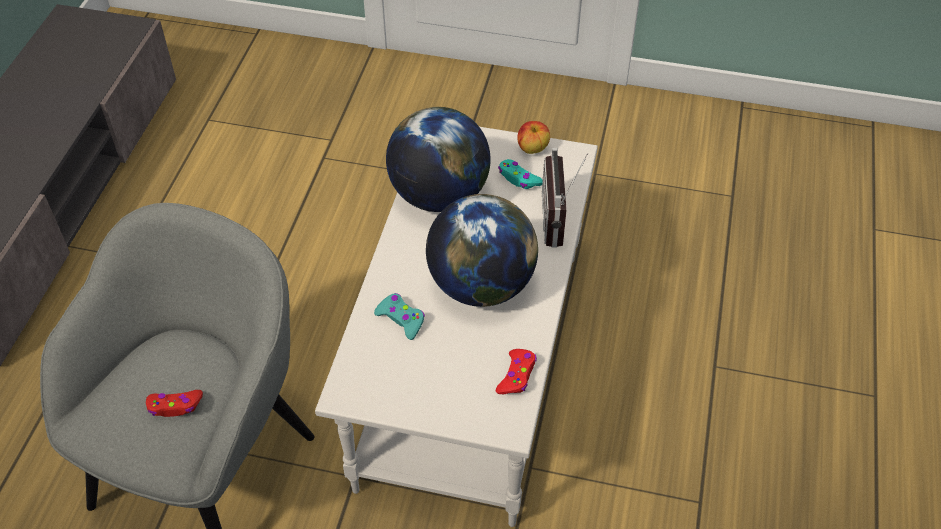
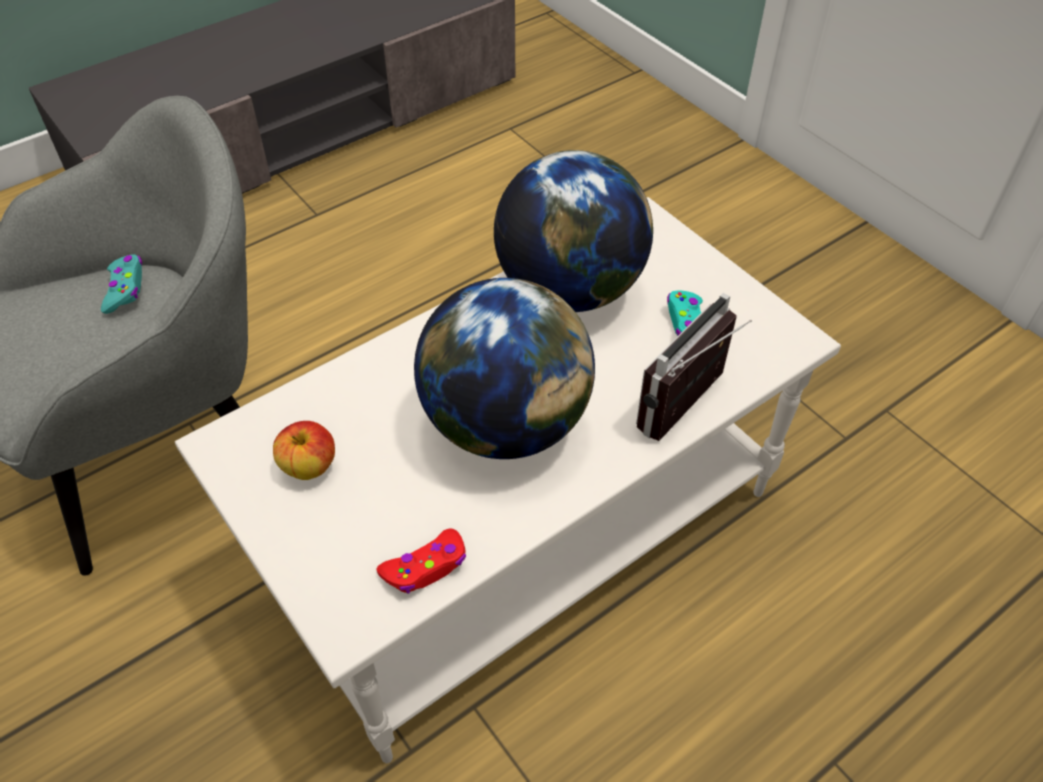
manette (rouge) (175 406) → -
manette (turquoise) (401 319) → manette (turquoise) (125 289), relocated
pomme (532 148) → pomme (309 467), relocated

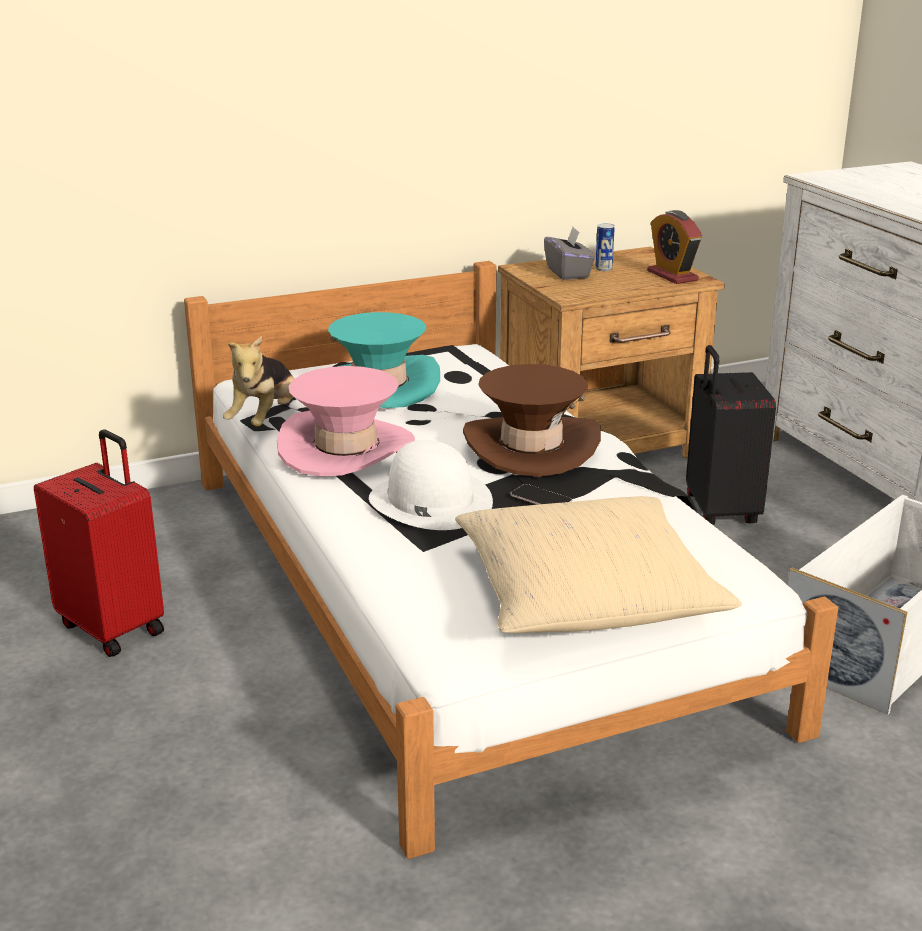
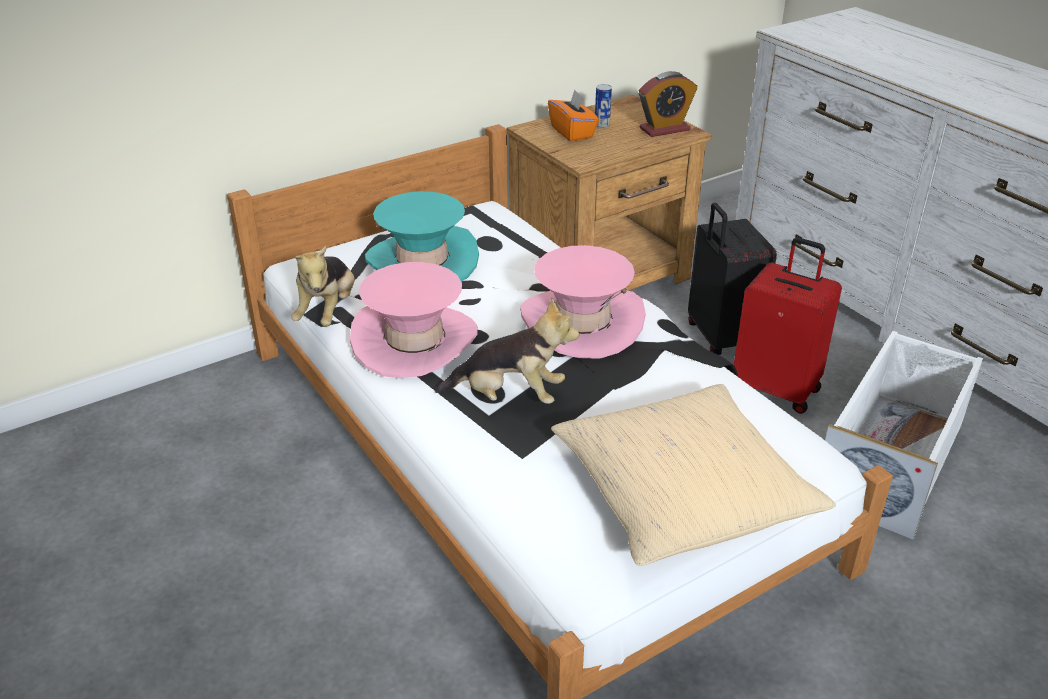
téléphone (541 498) → -
valise (rouge) (114 627) → valise (rouge) (777 388), relocated
chapeau (blanc) (430 501) → peluche (510 396)
chapeau (marron) (531 446) → chapeau (rose) (582 323)
boîte à mouchoirs (gris) (568 273) → boîte à mouchoirs (orange) (572 132)
réveil (672 275) → réveil (664 129), 75 degrees counterclockwise

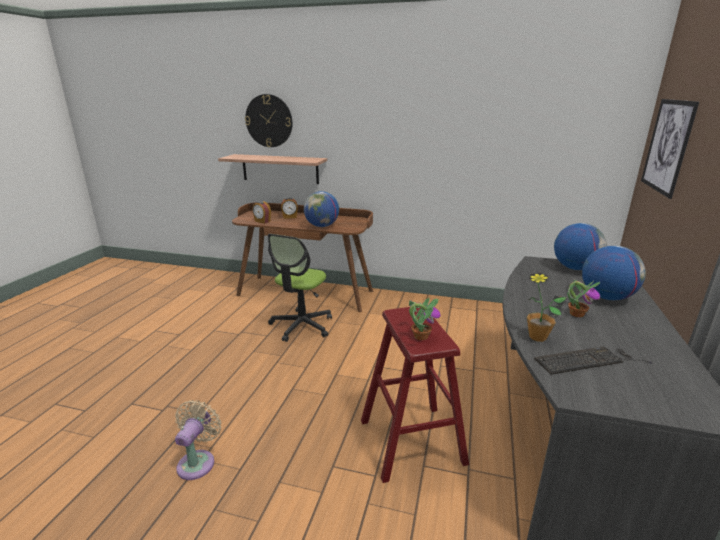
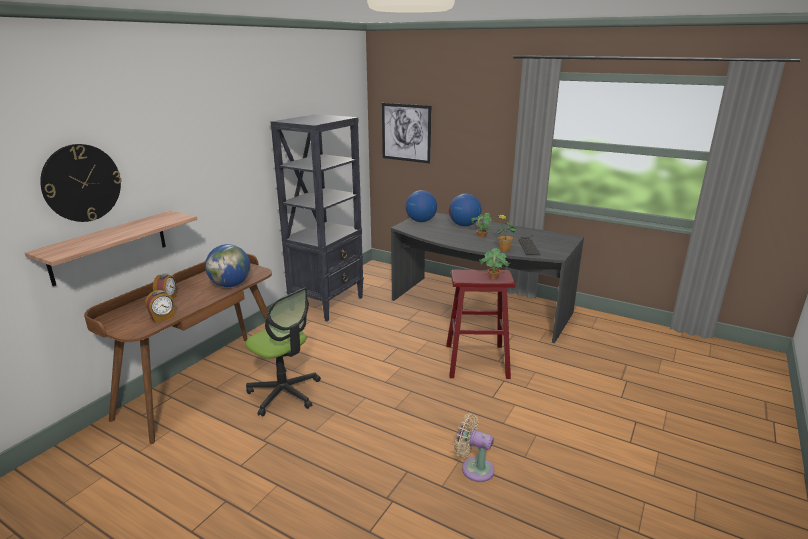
- → bibliothèque (noir) (327 303)

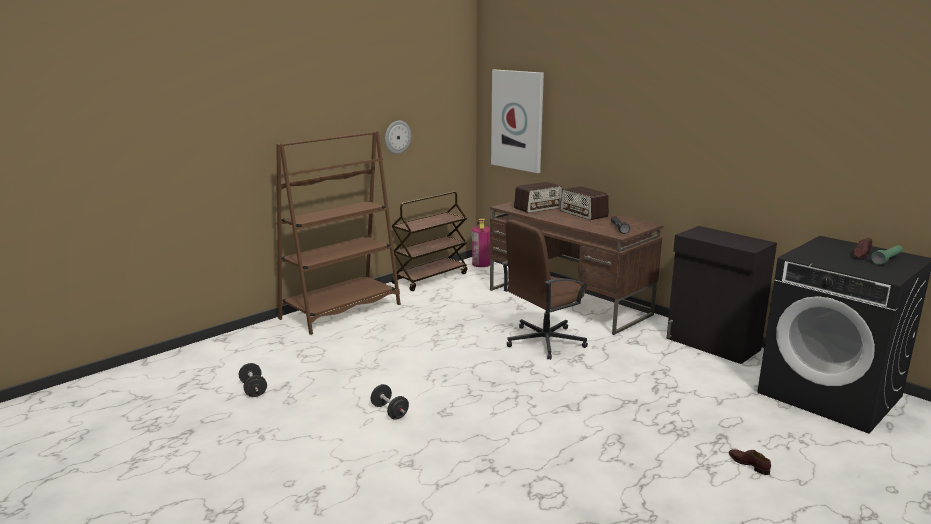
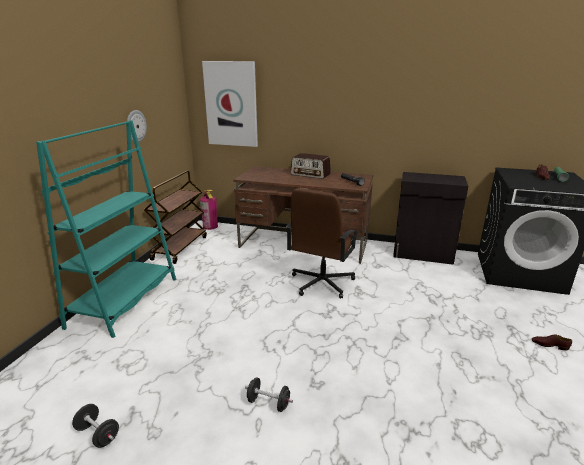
radio (538 208) → -
bibliothèque (marron) (341 312) → bibliothèque (turquoise) (125 302)

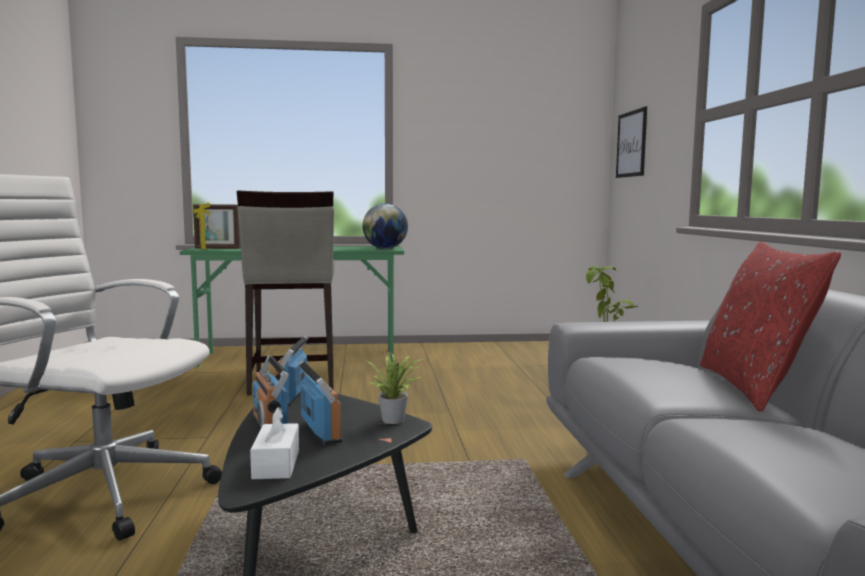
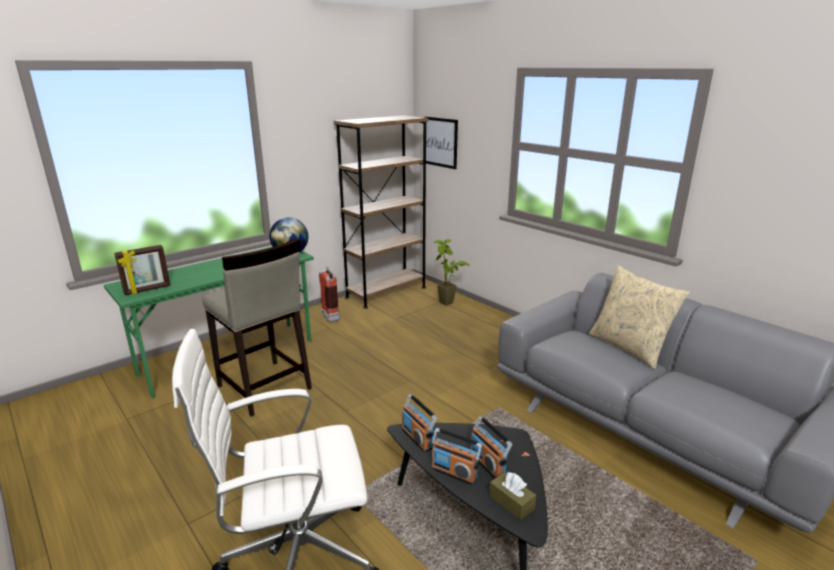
plante en pot (395 419) → -
- → extincteur (329 316)
- → bibliothèque (marron) (386 292)
boîte à mouchoirs (blanc) (276 464) → boîte à mouchoirs (marron) (511 502)
coussin (rouge) (754 388) → coussin (beige) (629 347)
radio (321 432) → radio (488 464), 150 degrees counterclockwise

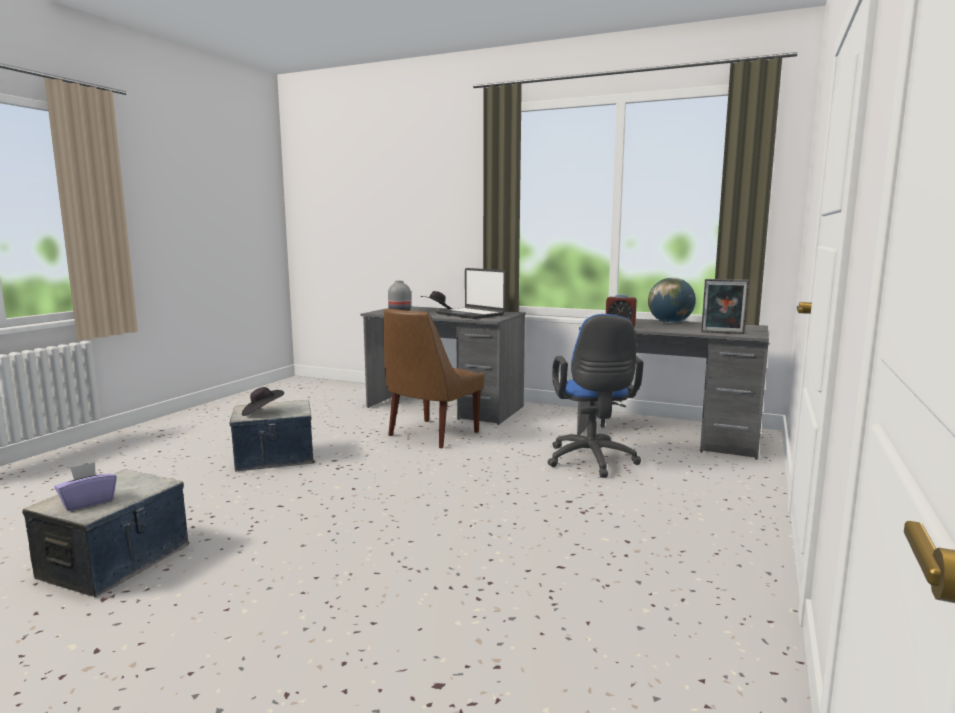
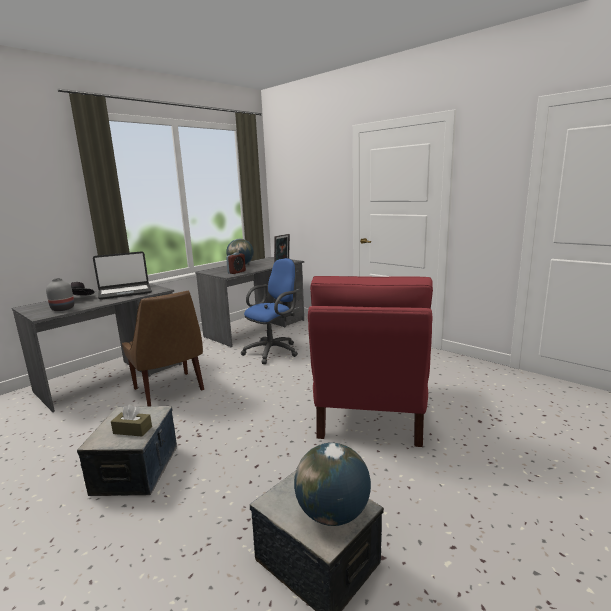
- → fauteuil (rouge) (370 412)
boîte à mouchoirs (violet) (88 502) → globe (333 513)
chapeau (noir) (262 412) → boîte à mouchoirs (marron) (132 430)
chaise de bureau (bleu) (592 462) → chaise de bureau (bleu) (274 351), 60 degrees counterclockwise

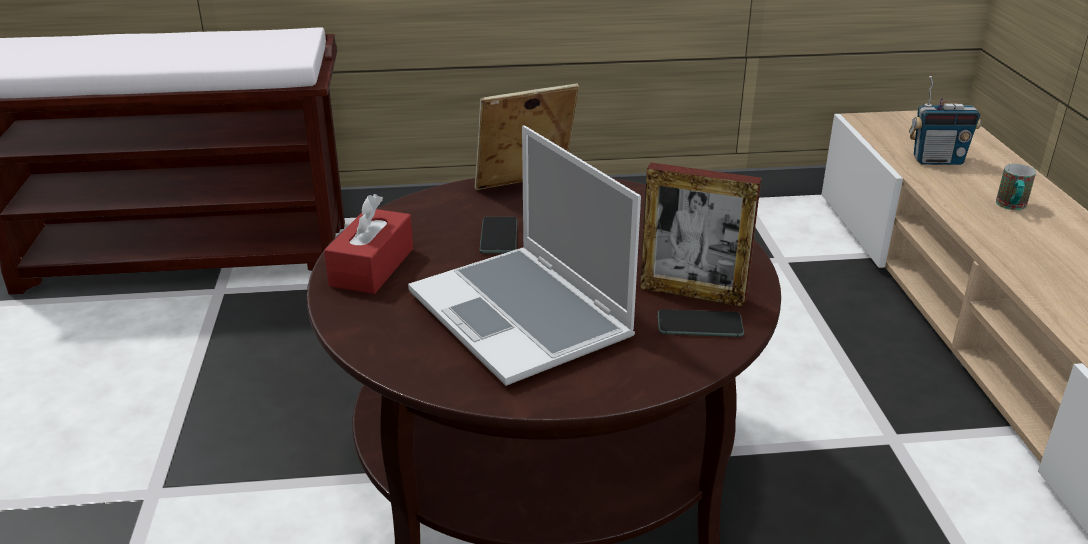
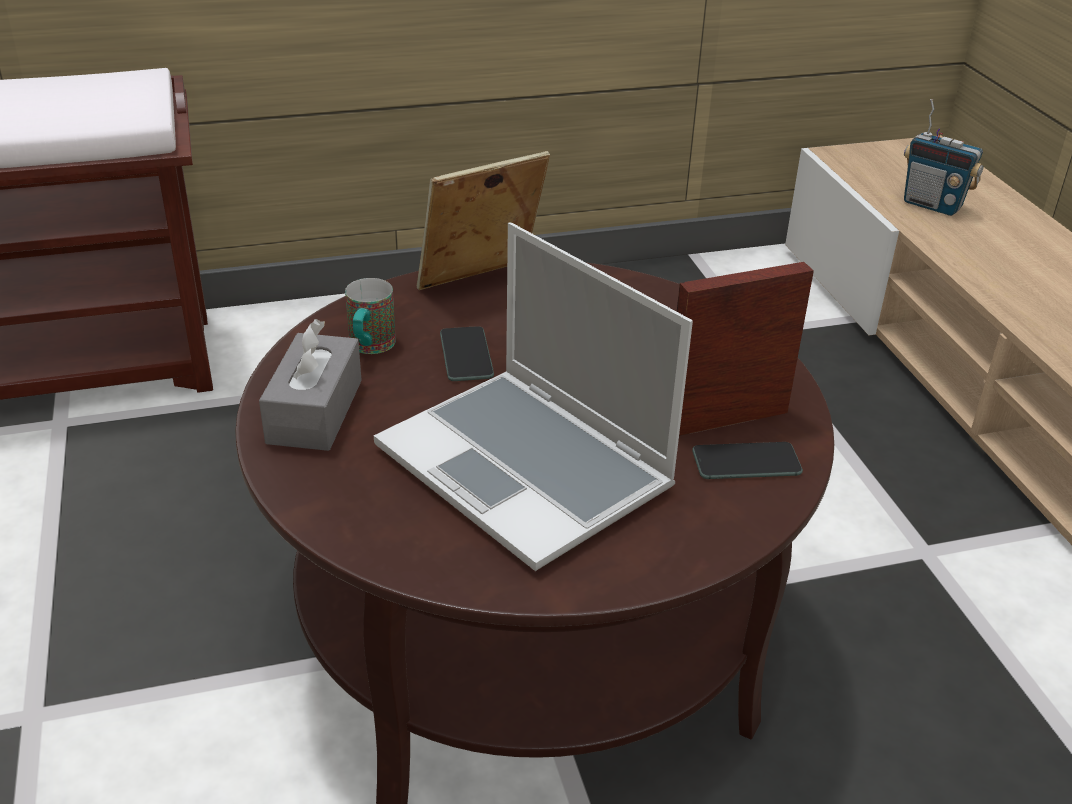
mug (1011 207) → mug (369 348), relocated
boîte à mouchoirs (rouge) (372 267) → boîte à mouchoirs (gris) (315 411)
cadre photo (692 294) → cadre photo (726 420), 150 degrees clockwise
radio (937 160) → radio (932 205), 45 degrees clockwise

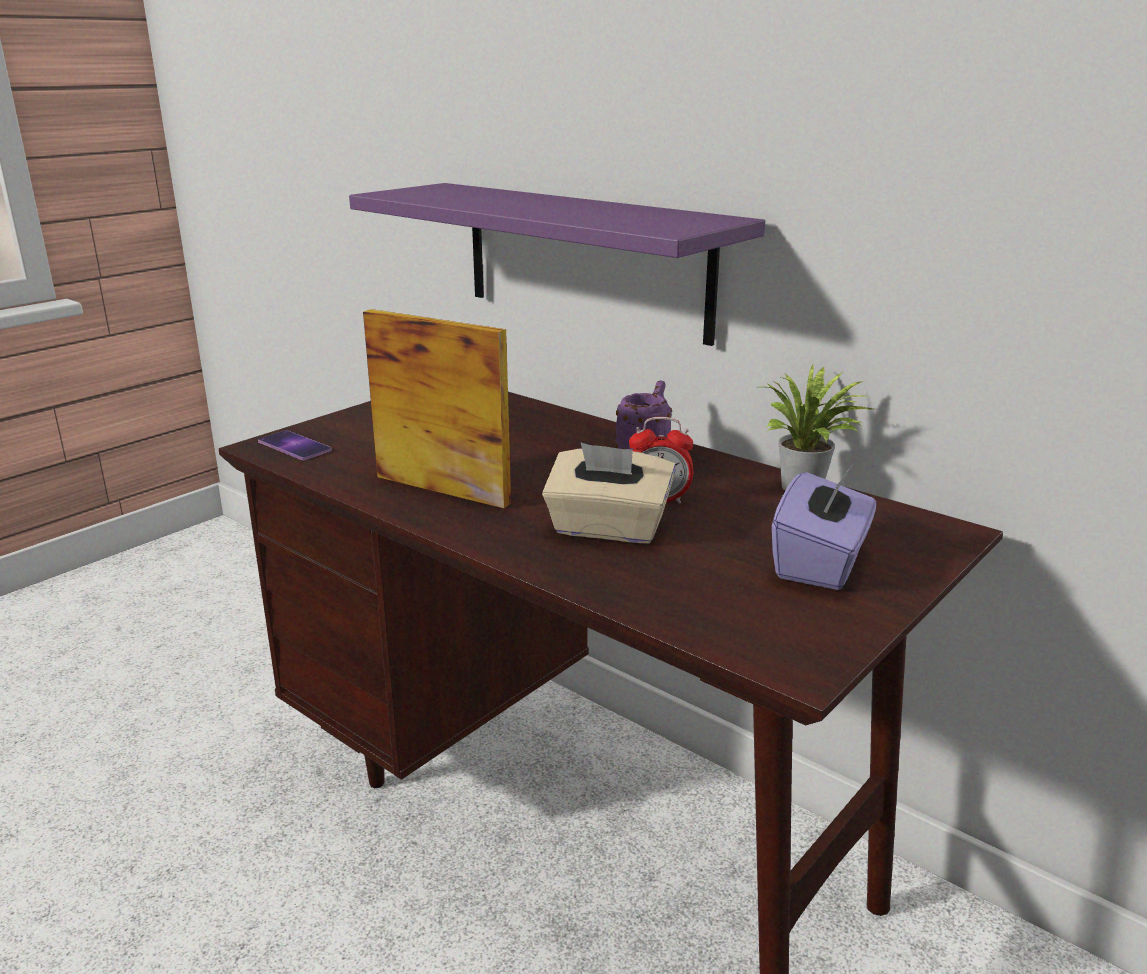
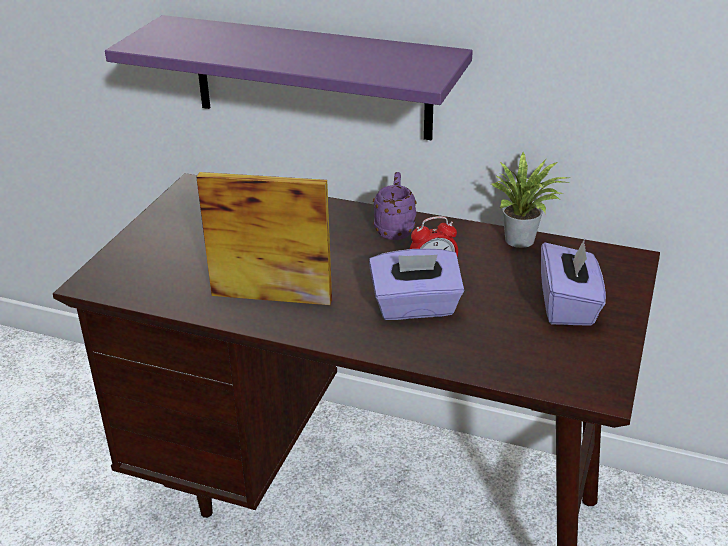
téléphone (294 446) → -
boîte à mouchoirs (beige) (608 528) → boîte à mouchoirs (violet) (415 307)

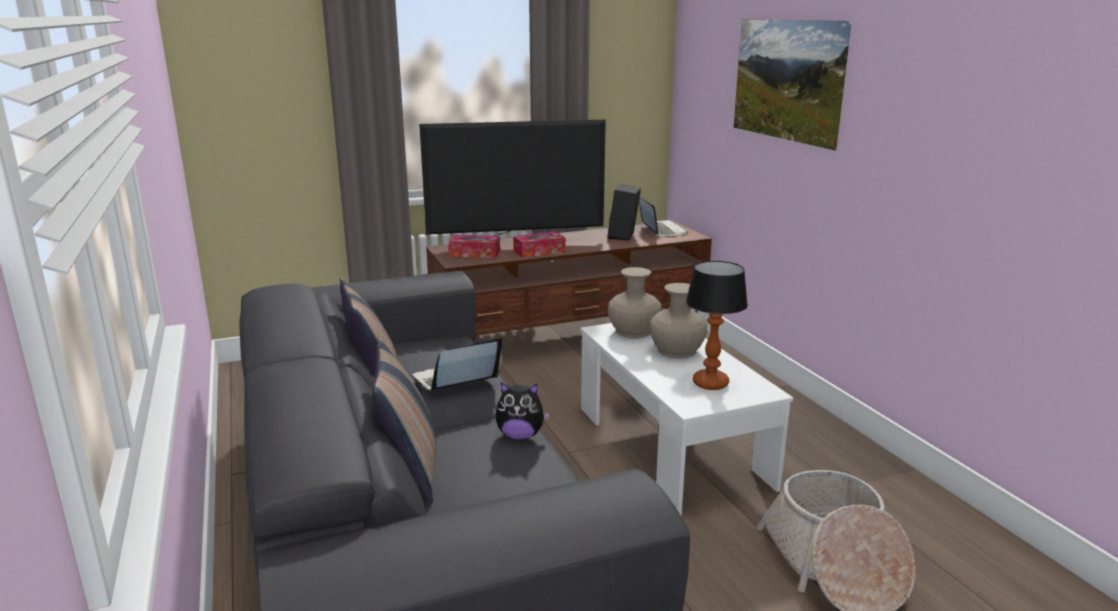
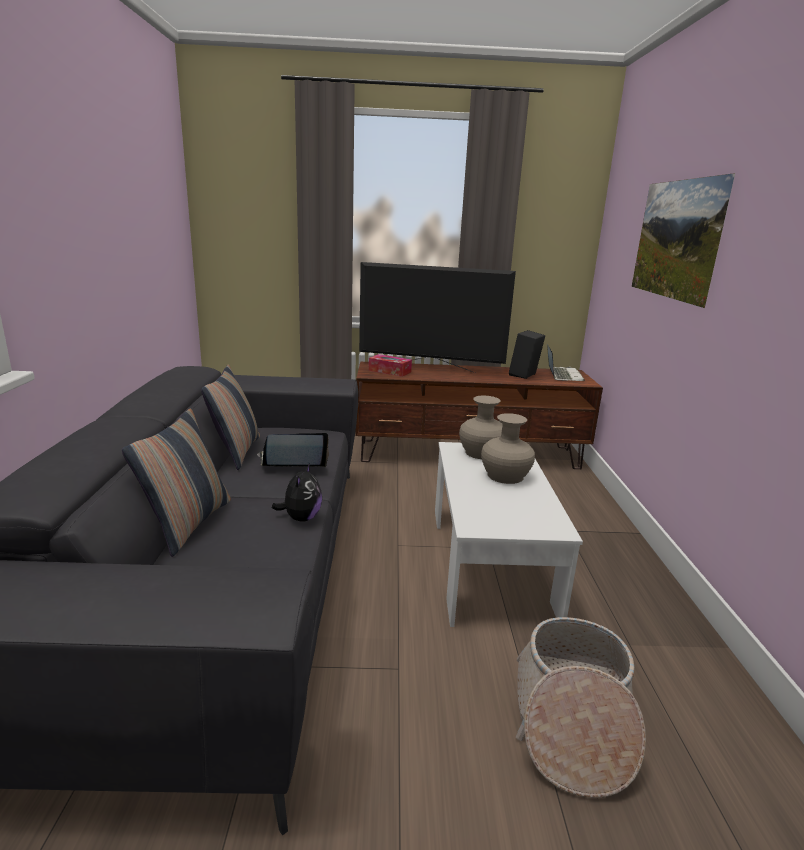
boîte à mouchoirs (539 252) → -
lampe de table (709 383) → -
peluche (520 436) → peluche (301 518), 105 degrees counterclockwise

